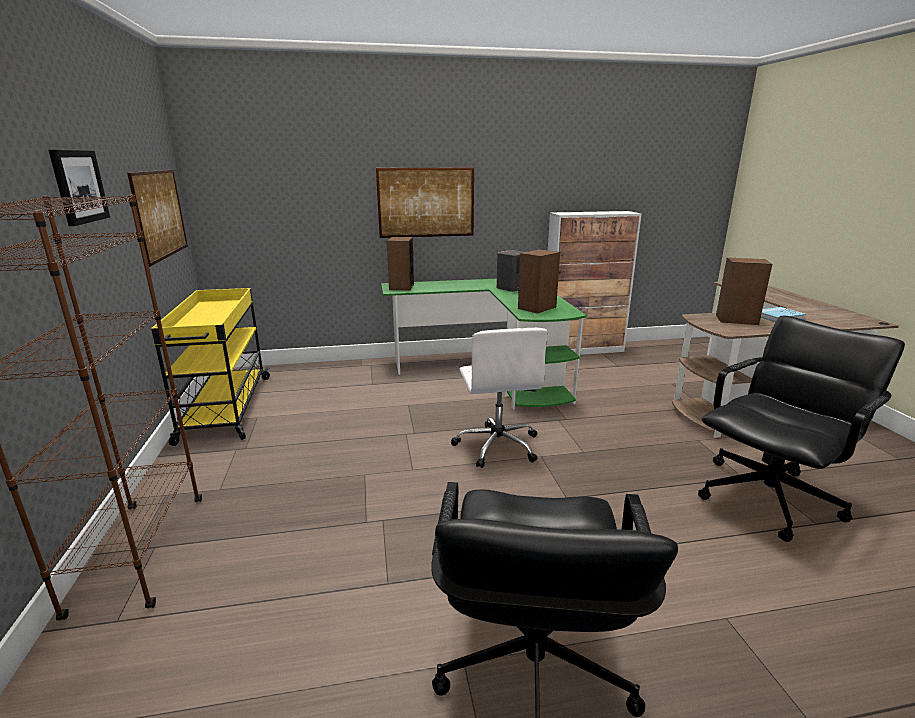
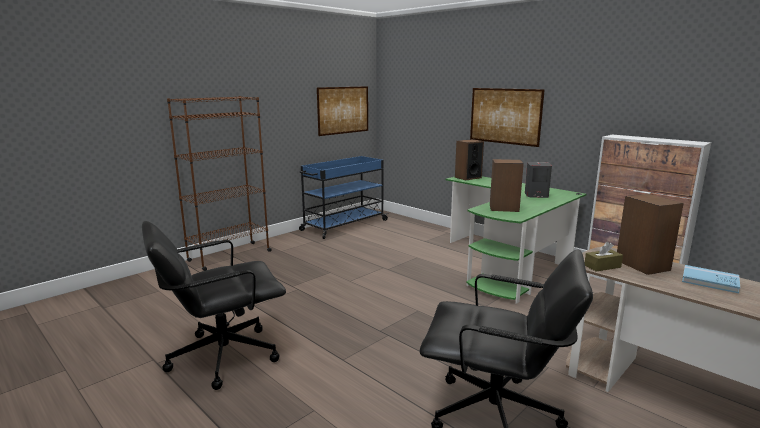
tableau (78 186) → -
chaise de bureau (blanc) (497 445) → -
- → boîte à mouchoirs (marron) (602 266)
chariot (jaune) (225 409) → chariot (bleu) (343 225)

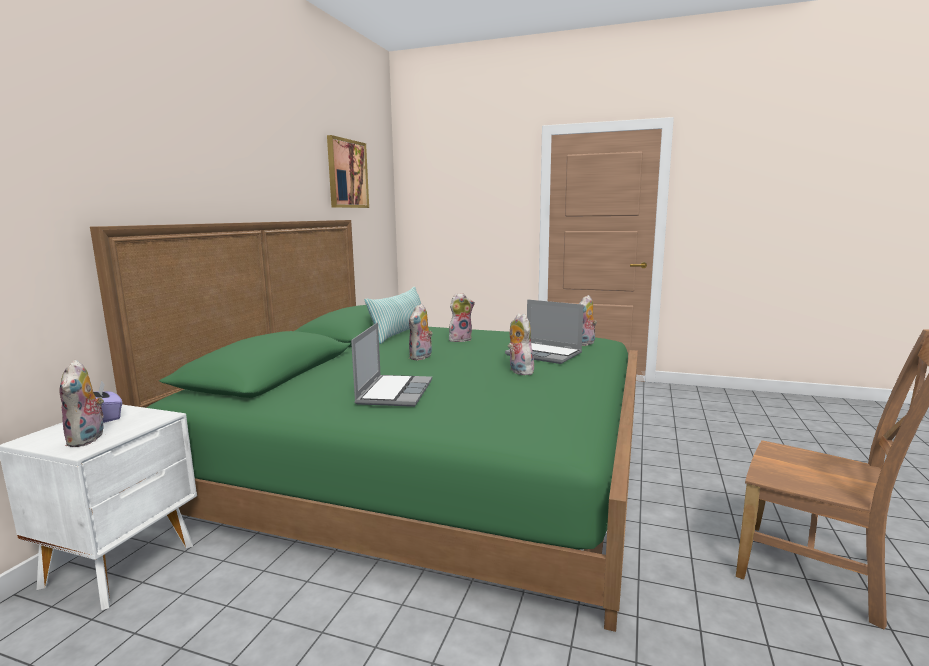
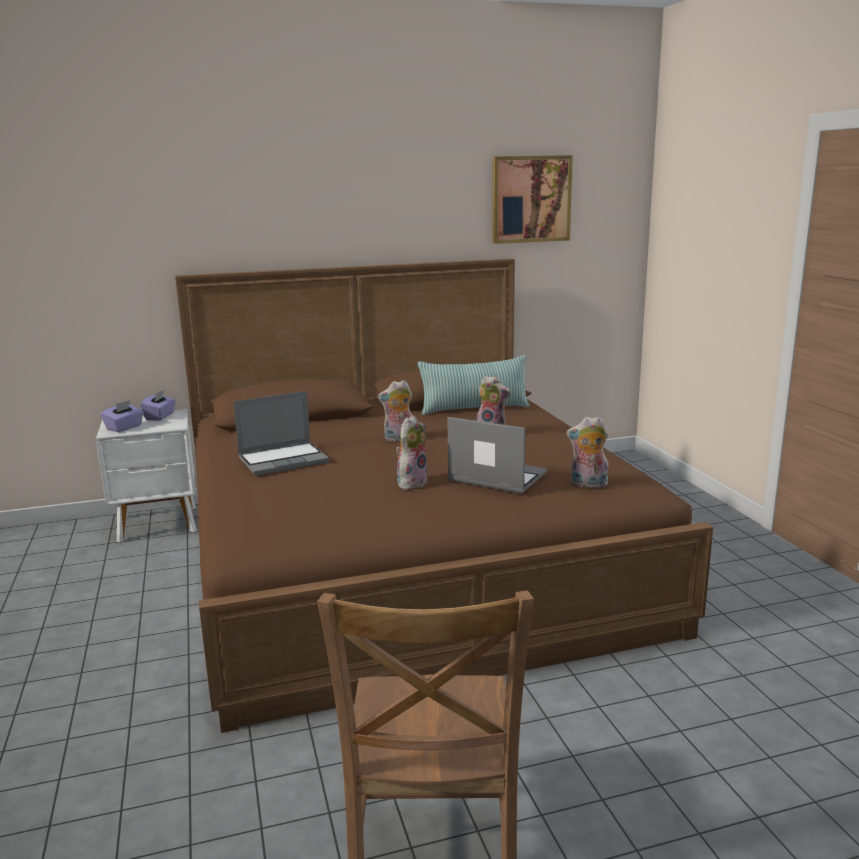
peluche (88 439) → boîte à mouchoirs (violet) (124 427)
lit (vert) (431 464) → lit (marron) (406 559)
ordinateur portable (545 354) → ordinateur portable (495 478), 120 degrees clockwise

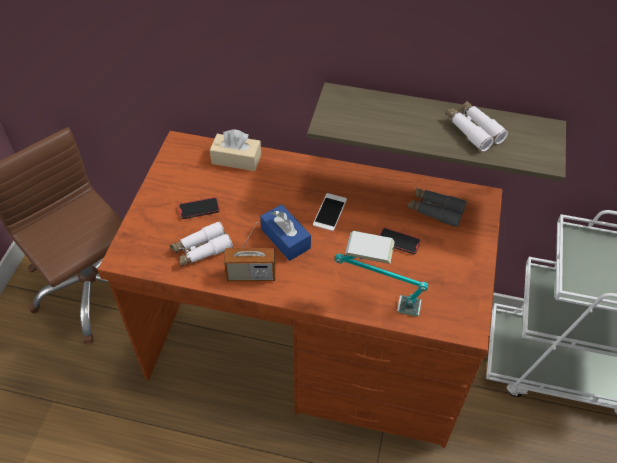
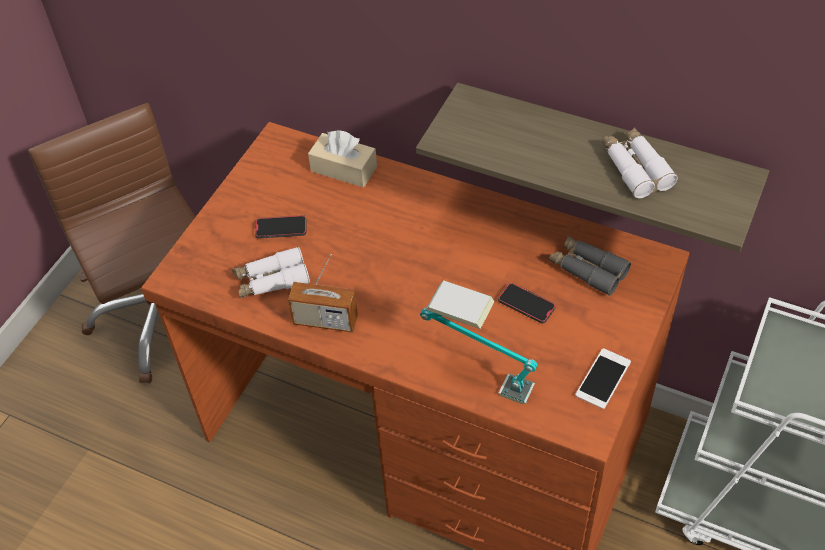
boîte à mouchoirs (bleu) (285 239) → -
téléphone (330 212) → téléphone (603 379), relocated

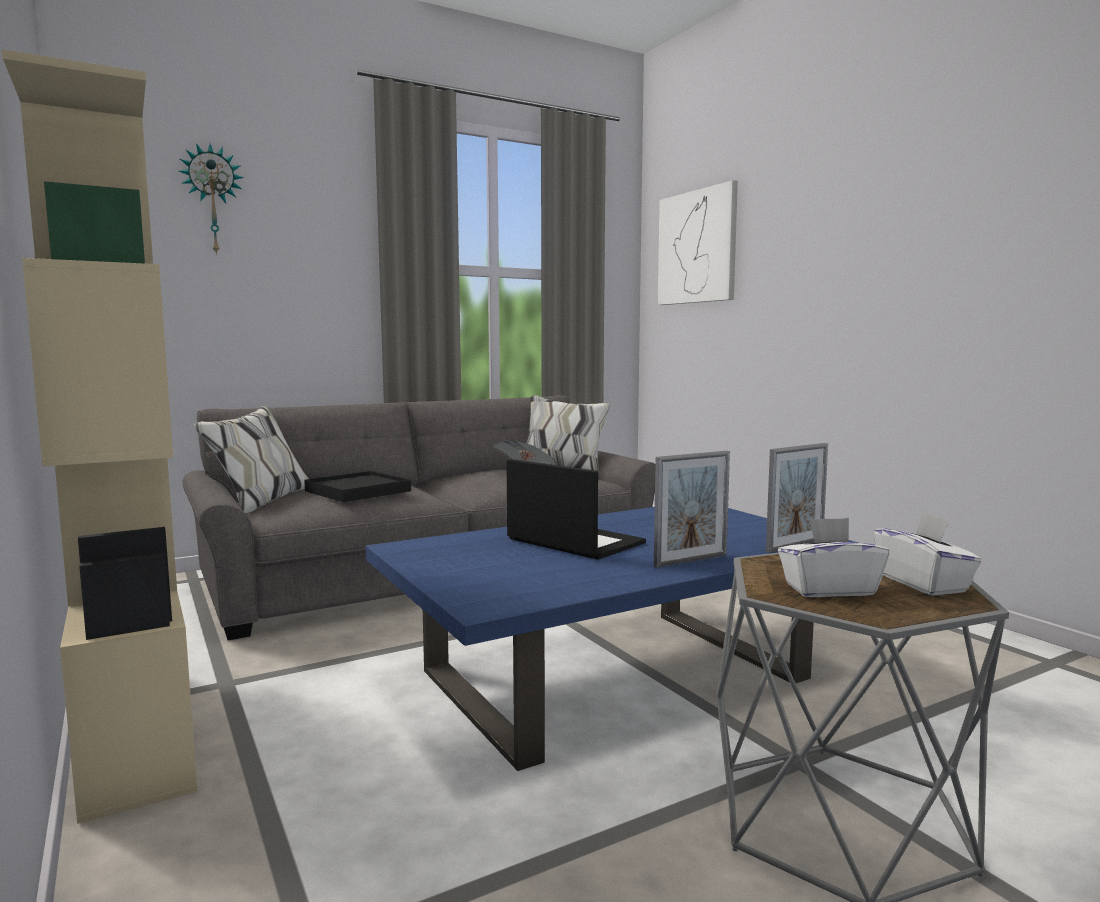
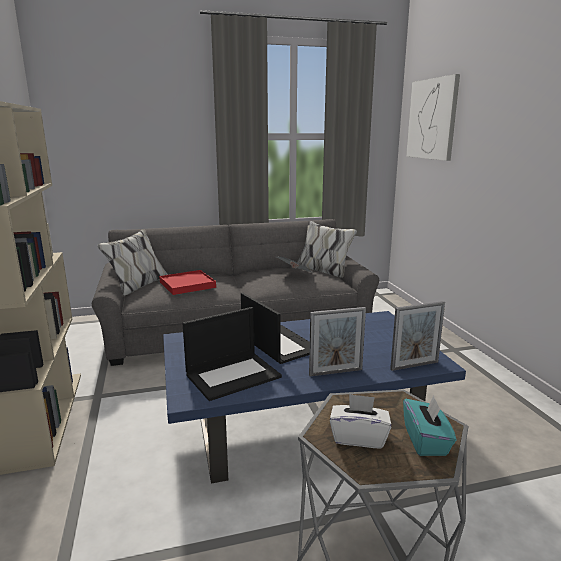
horloge murale (212 200) → -
- → ordinateur portable (233 375)
plateau (noir) (357 491) → plateau (rouge) (187 285)
boîte à mouchoirs (blanc) (923 583) → boîte à mouchoirs (turquoise) (426 441)

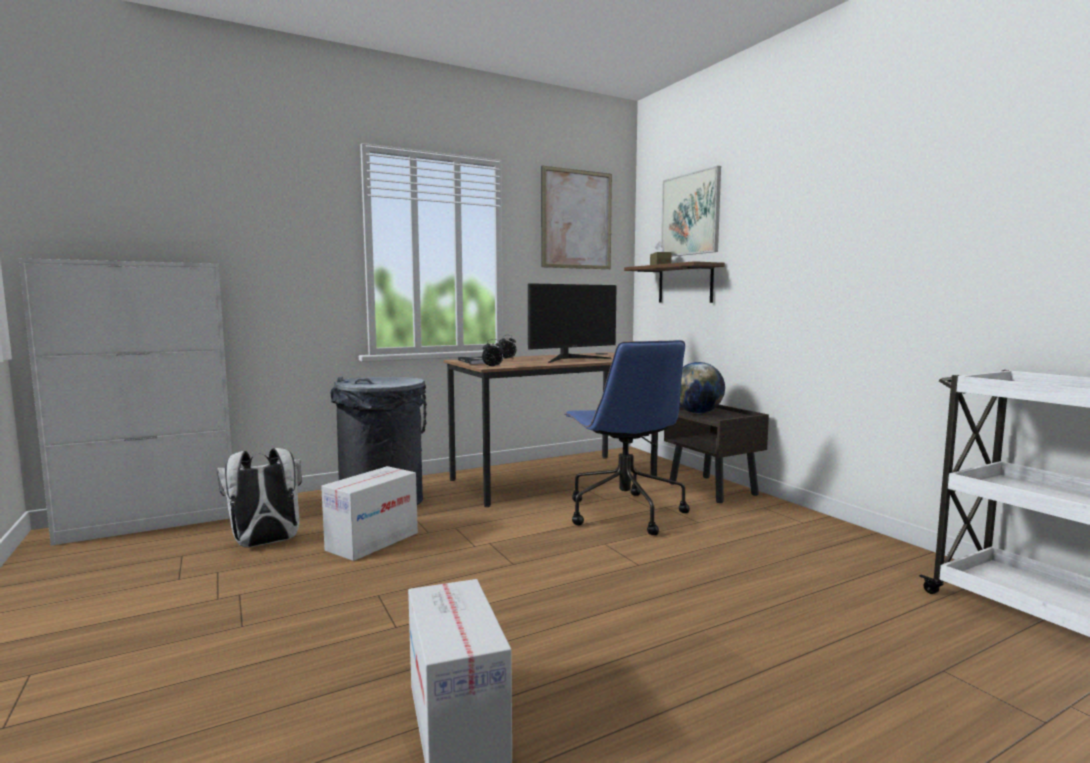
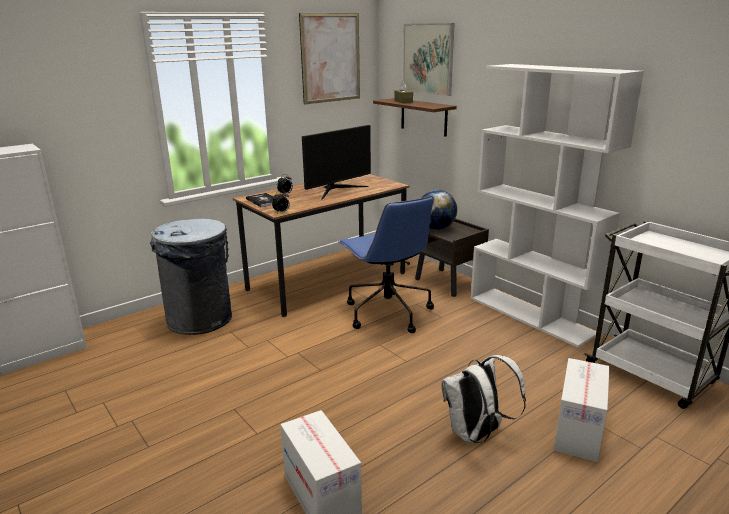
- → bibliothèque (blanc) (531 315)
sac à dos (blanc) (265 544) → sac à dos (blanc) (476 435), relocated
carton (372 541) → carton (577 431), relocated

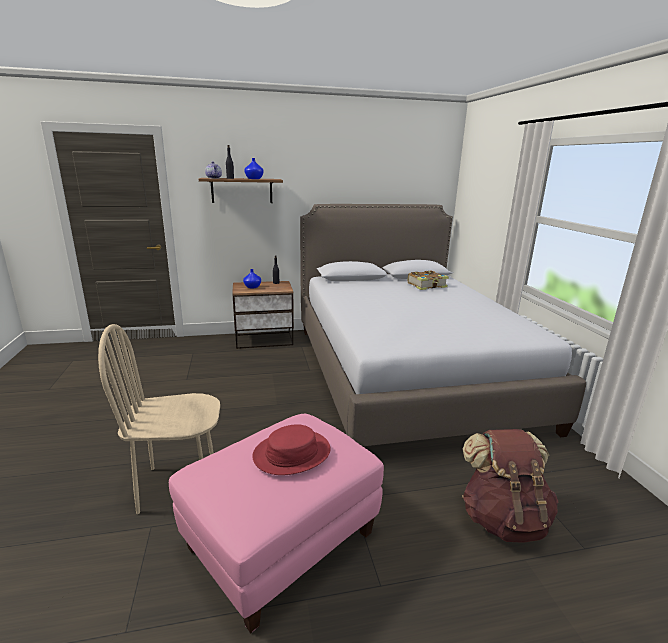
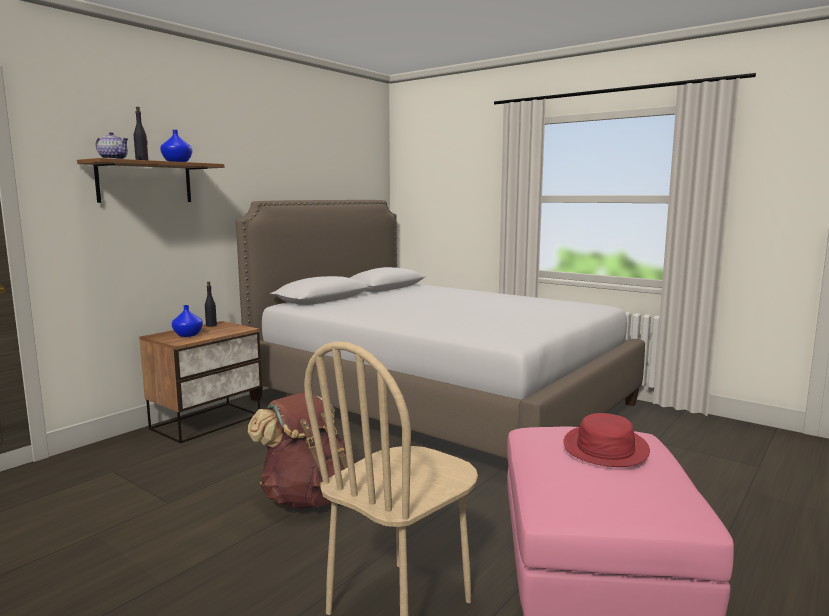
livre (427 286) → -
sac à dos (marron) (503 518) → sac à dos (marron) (308 497), relocated

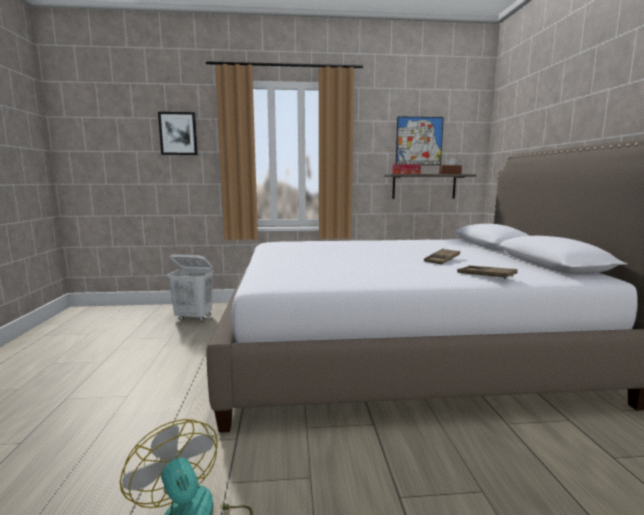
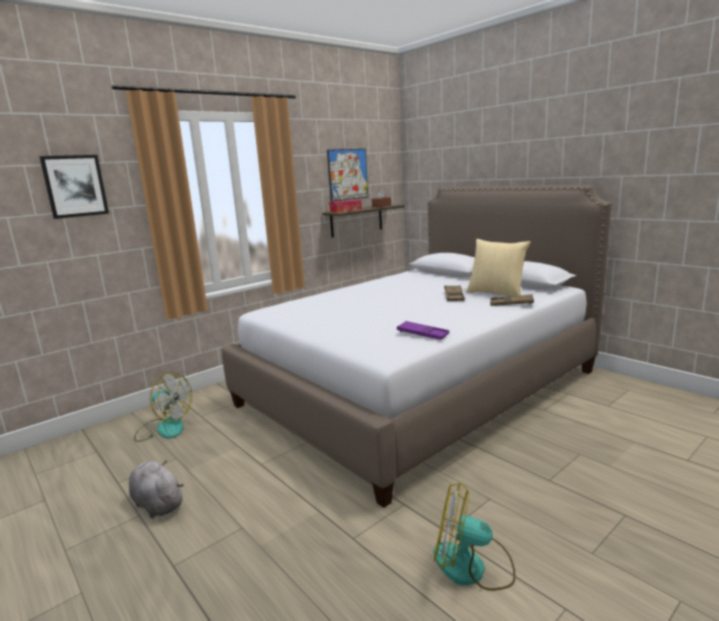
- → peluche (gris) (157 503)
- → plateau (violet) (422 334)
- → coussin (497 293)
panier à linge (blanc) (194 318) → ventilateur (164 428)

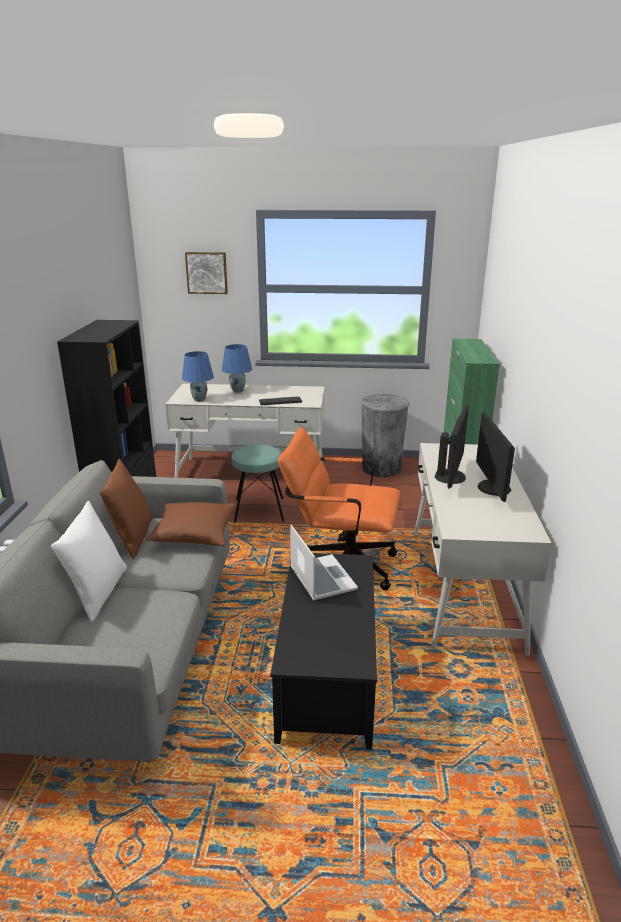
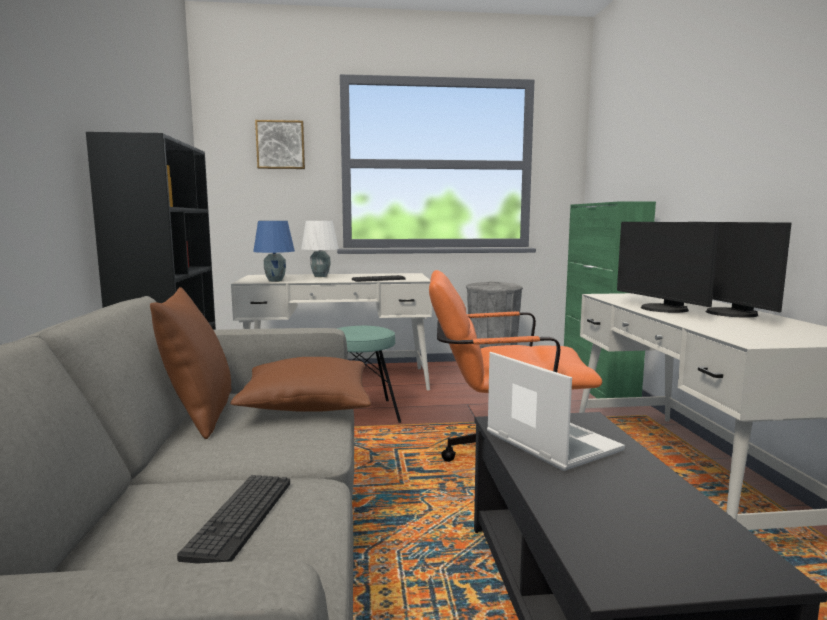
coussin (blanc) (97 593) → -
- → clavier (241 517)
lampe de table (bleu) (238 391) → lampe de table (blanc) (321 276)
écran d'ordinateur (451 477) → écran d'ordinateur (662 309), 150 degrees clockwise

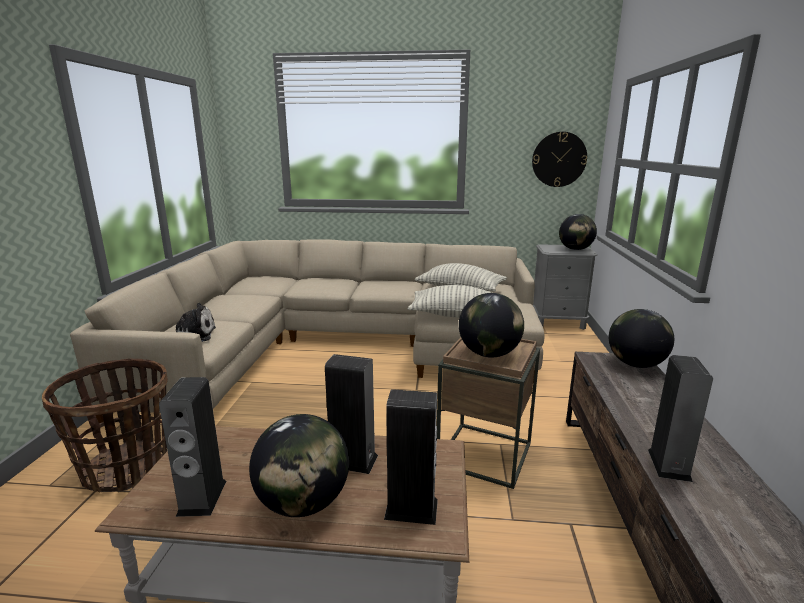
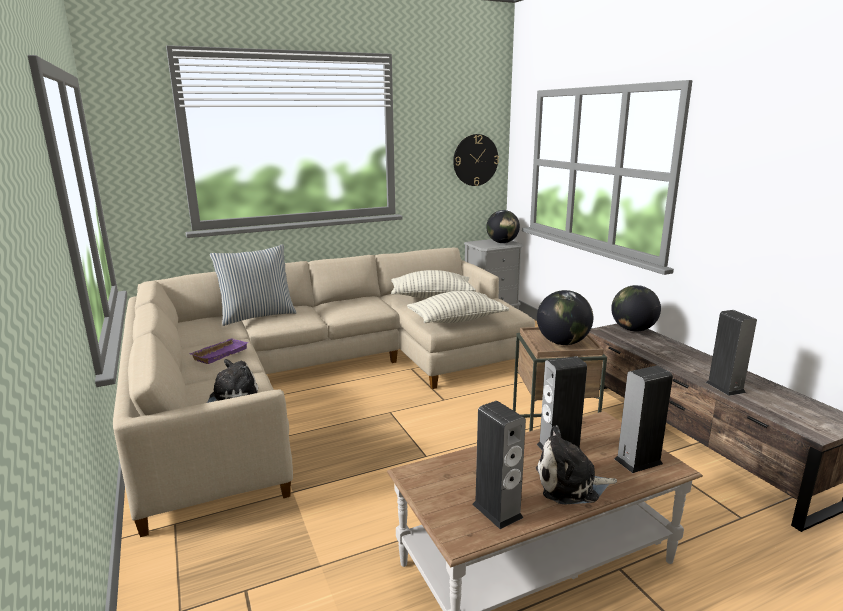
panier (127 469) → -
- → plateau (violet) (219 353)
- → coussin (257 316)
globe (303 503) → peluche (571 485)

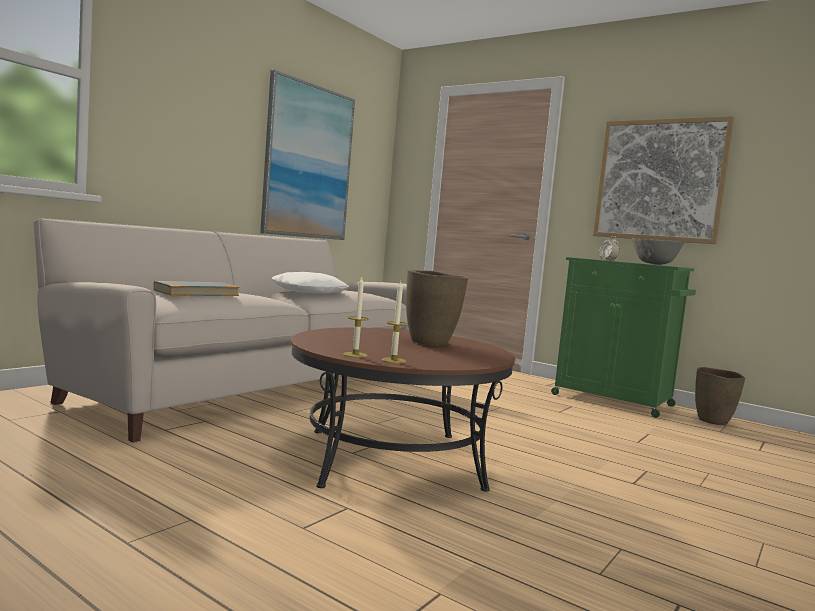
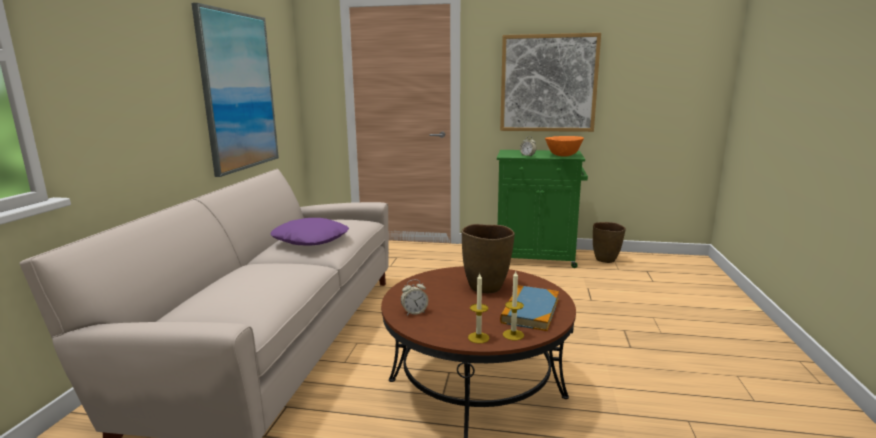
- → réveil (414 312)
livre (196 293) → livre (530 310), relocated
coussin (blanc) (309 292) → coussin (violet) (311 239)
bol (gris) (655 264) → bol (orange) (563 156)

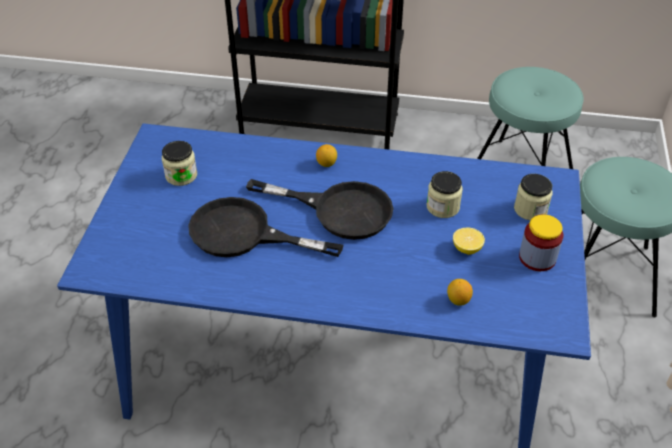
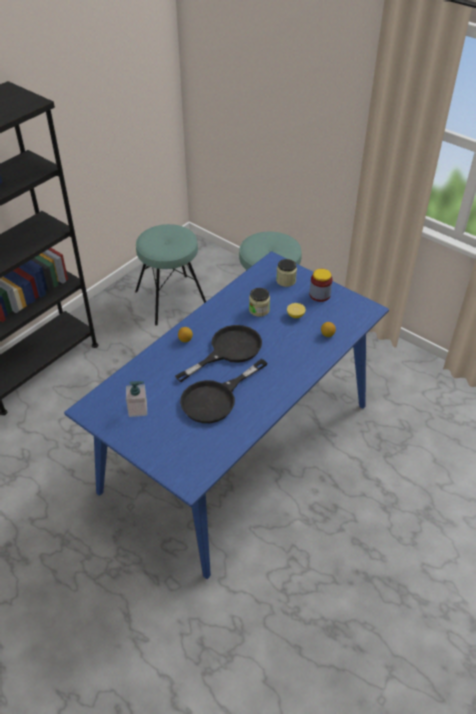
bocal (181 175) → distributeur de savon (138 409)

